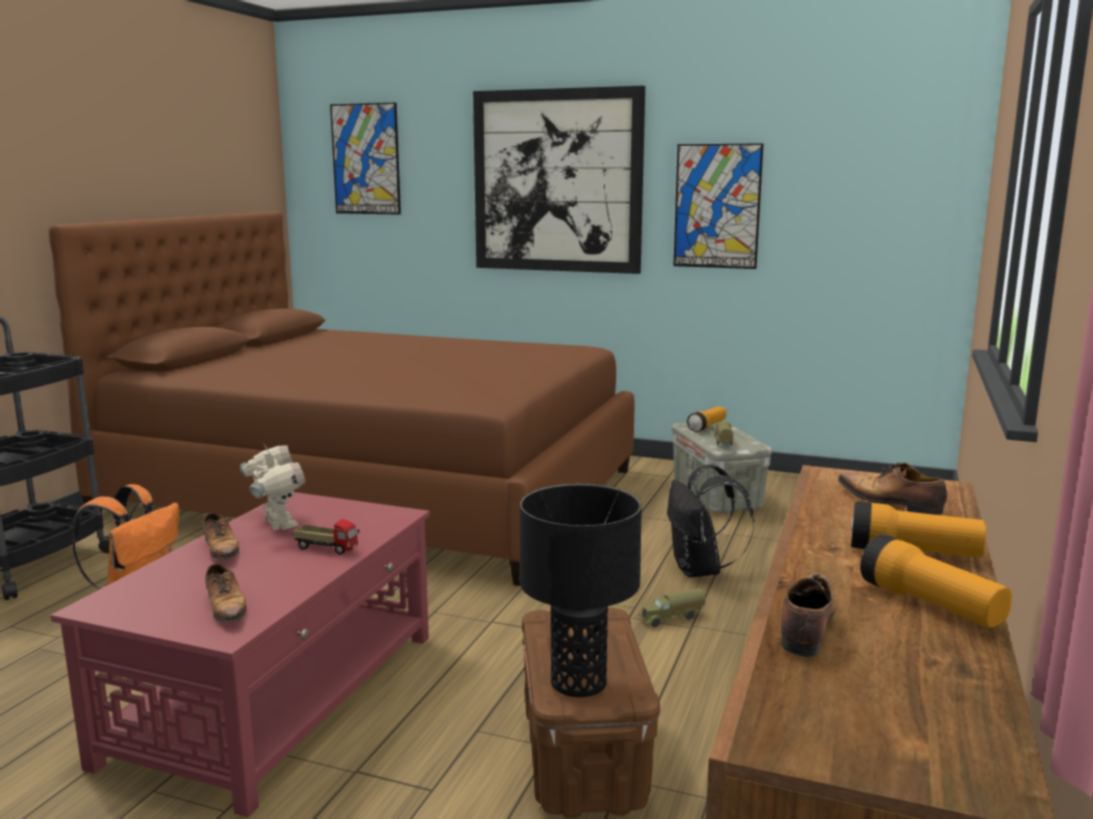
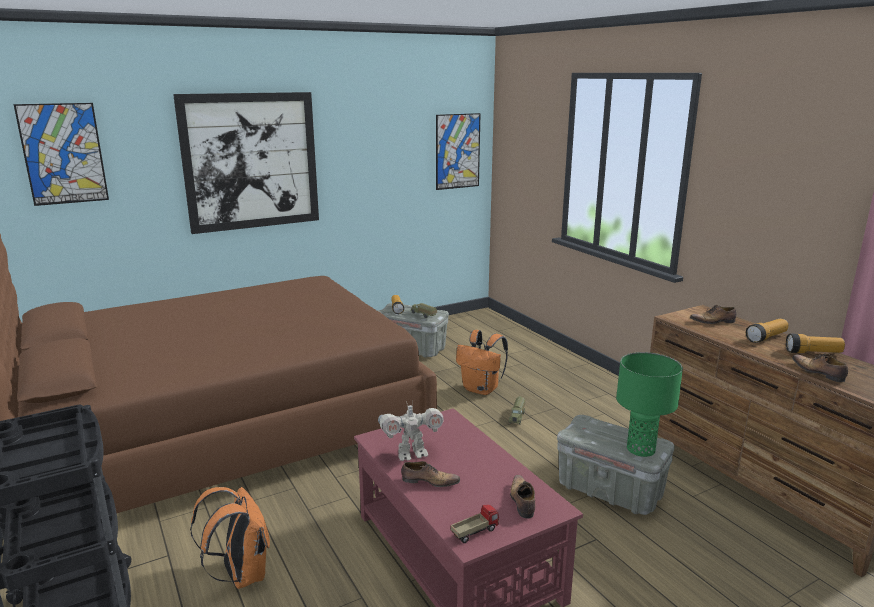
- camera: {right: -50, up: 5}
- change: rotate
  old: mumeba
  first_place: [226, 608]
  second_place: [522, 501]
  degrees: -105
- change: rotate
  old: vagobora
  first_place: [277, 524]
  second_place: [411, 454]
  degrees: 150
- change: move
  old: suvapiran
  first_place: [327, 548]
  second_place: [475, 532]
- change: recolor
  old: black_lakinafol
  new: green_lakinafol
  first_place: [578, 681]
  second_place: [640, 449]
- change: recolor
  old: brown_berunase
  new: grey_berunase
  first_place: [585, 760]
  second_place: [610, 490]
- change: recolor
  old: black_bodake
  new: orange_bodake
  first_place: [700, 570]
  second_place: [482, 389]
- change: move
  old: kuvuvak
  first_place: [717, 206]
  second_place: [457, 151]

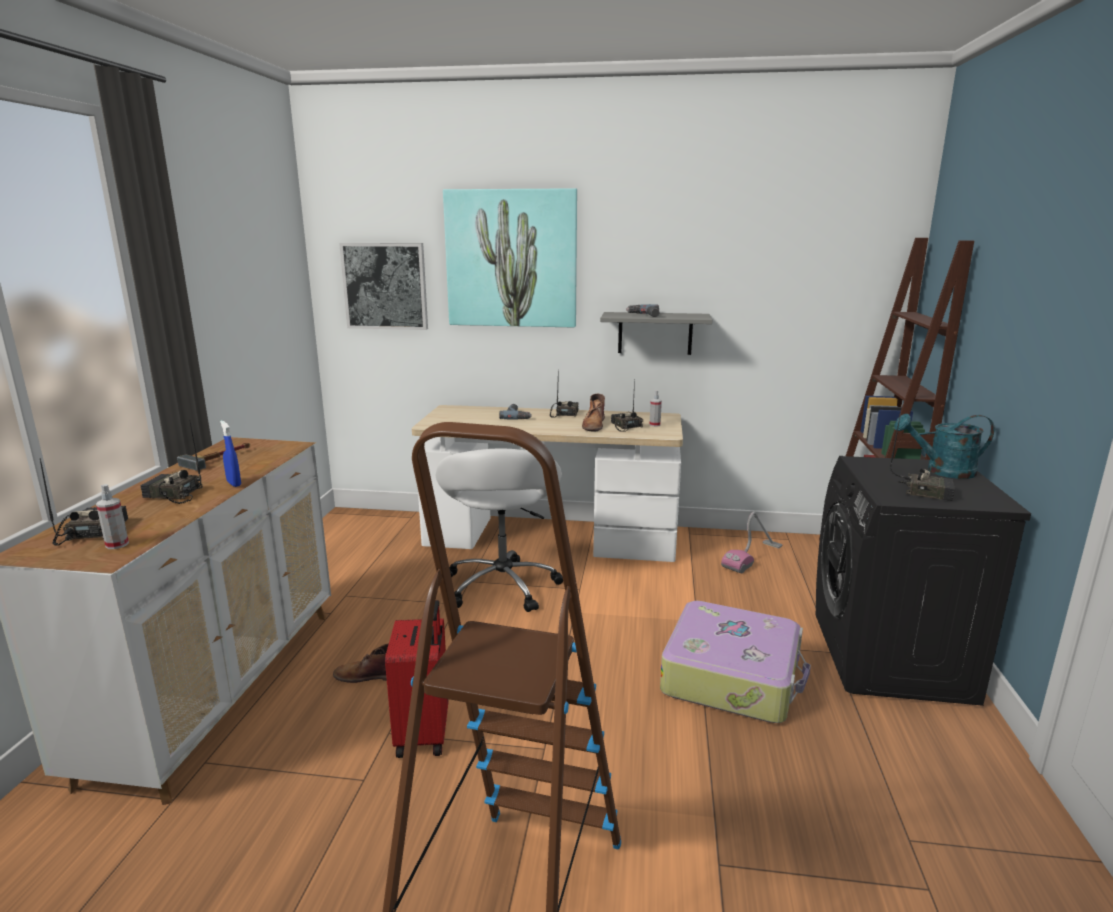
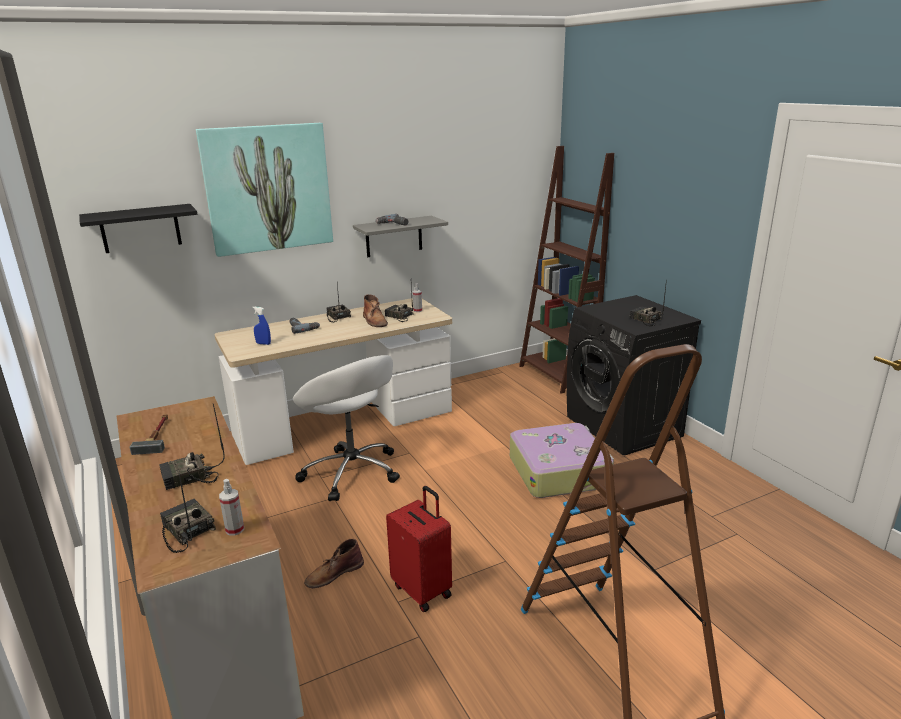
- camera: {right: -35, up: 5}
- change: move
  old: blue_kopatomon
  first_place: [234, 483]
  second_place: [263, 343]
- change: replace
  old: kuvuvak
  new: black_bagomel
  first_place: [385, 286]
  second_place: [140, 228]
- change: delete
  old: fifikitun
  first_place: [752, 557]
- change: rotate
  old: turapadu
  first_place: [926, 491]
  second_place: [645, 320]
  degrees: -120
- change: delete
  old: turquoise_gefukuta
  first_place: [942, 471]

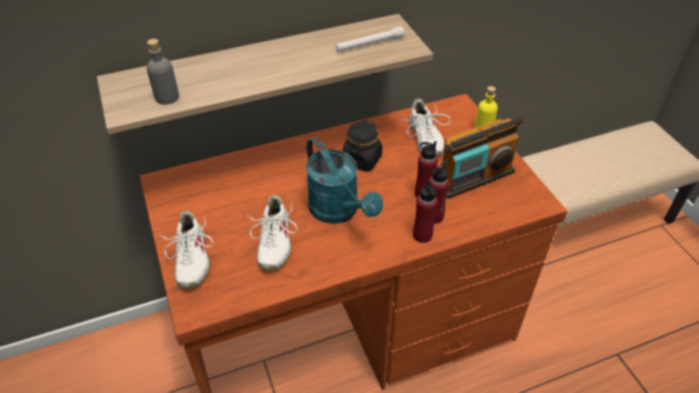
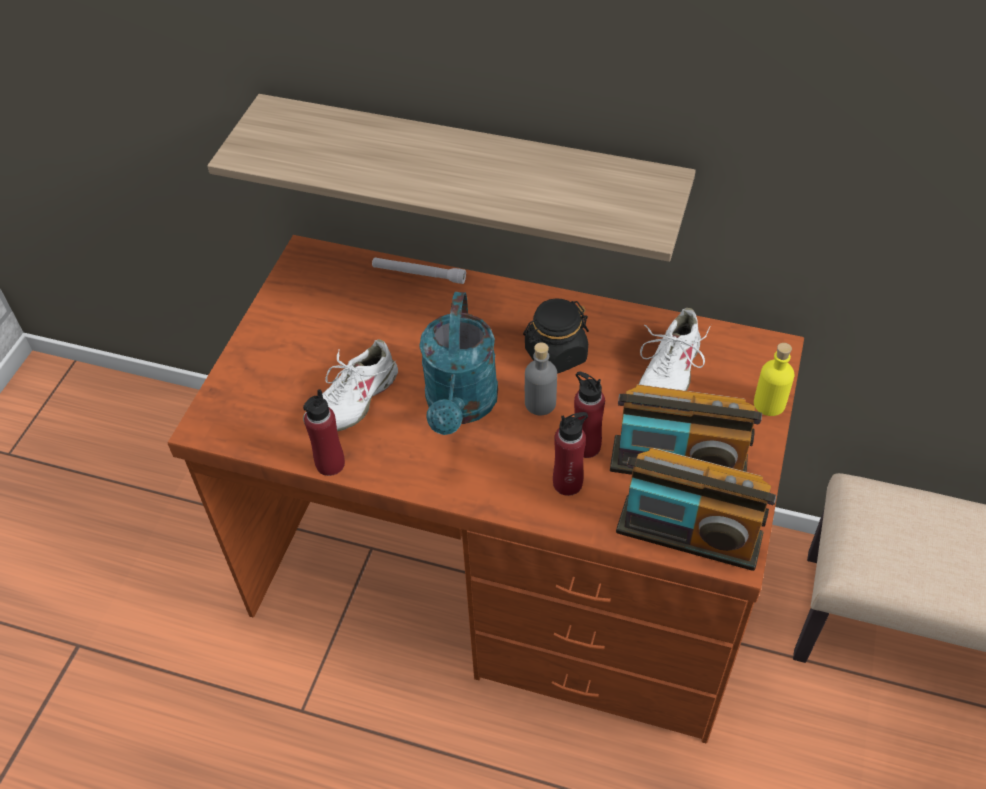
- camera: {right: 40, up: 5}
- change: move
  old: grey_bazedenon
  first_place: [167, 97]
  second_place: [540, 403]
- change: delete
  old: white_mumeba
  first_place: [191, 259]
- change: move
  old: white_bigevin
  first_place: [369, 44]
  second_place: [419, 274]
- change: move
  old: red_bazedenon
  first_place: [422, 235]
  second_place: [330, 464]
- change: insert
  new: turapadu
  second_place: [689, 534]

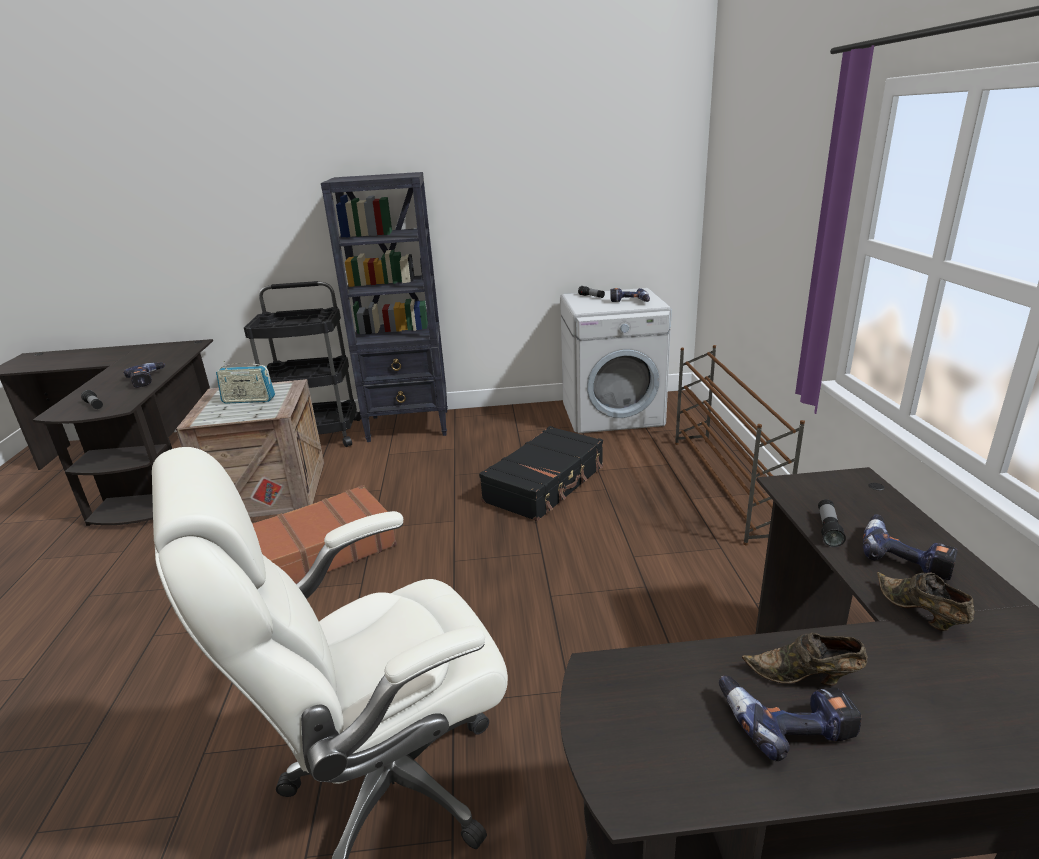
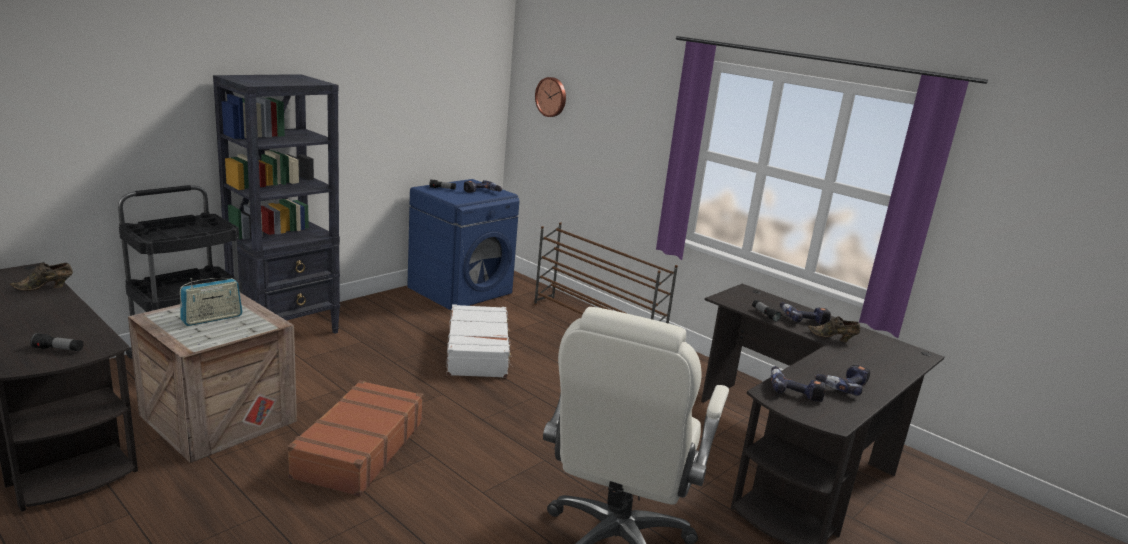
- camera: {right: -45, up: -5}
- change: move
  old: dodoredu
  first_place: [148, 380]
  second_place: [795, 390]
- change: recolor
  old: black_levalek
  new: white_levalek
  first_place: [545, 484]
  second_place: [478, 352]
- change: recolor
  old: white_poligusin
  new: blue_poligusin
  first_place: [614, 414]
  second_place: [463, 290]
- change: move
  old: brown_mumeba
  first_place: [804, 677]
  second_place: [46, 287]
- change: insert
  new: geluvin
  second_place: [551, 97]

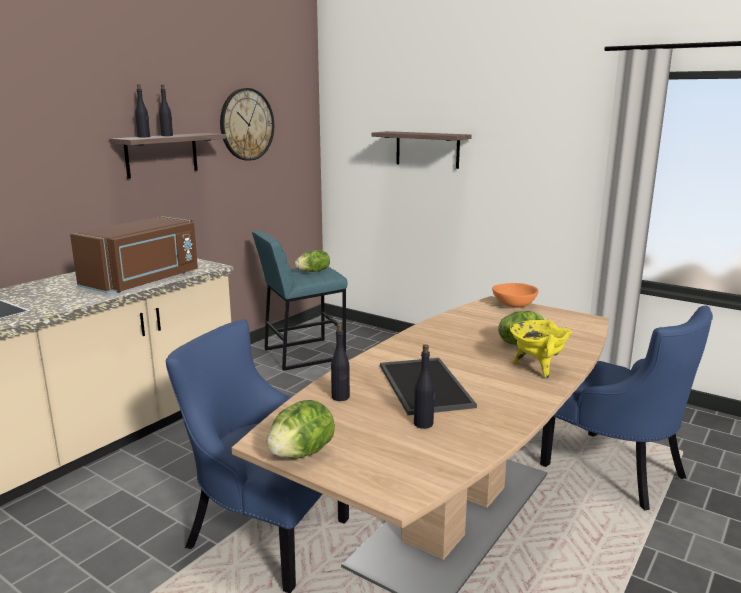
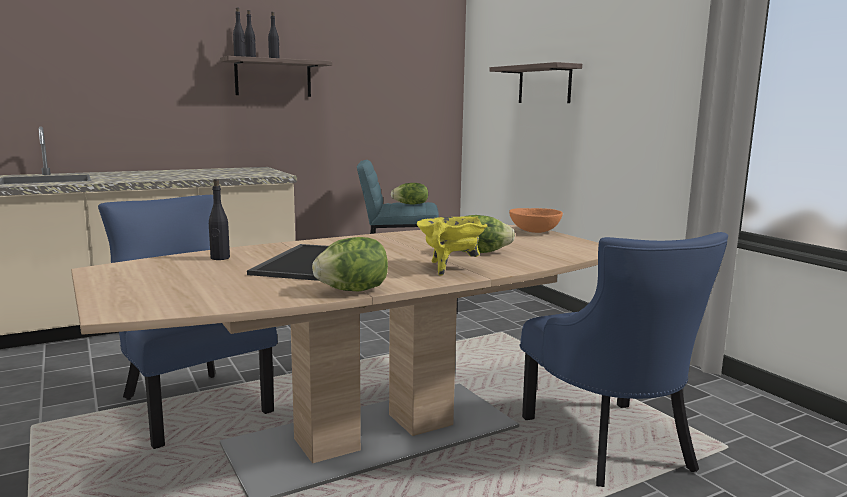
- camera: {right: 25, up: -5}
- change: delete
  old: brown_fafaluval
  first_place: [144, 281]
- change: delete
  old: geluvin
  first_place: [246, 124]
- change: move
  old: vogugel
  first_place: [301, 453]
  second_place: [352, 290]
- change: move
  old: black_bazedenon
  first_place: [423, 424]
  second_place: [239, 56]

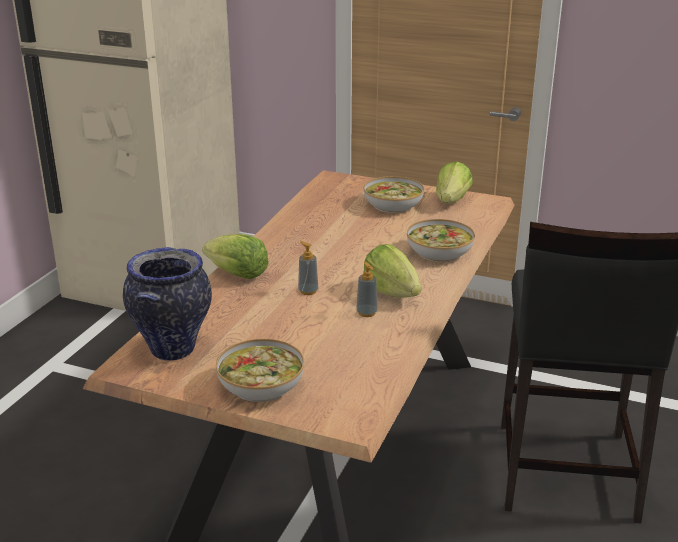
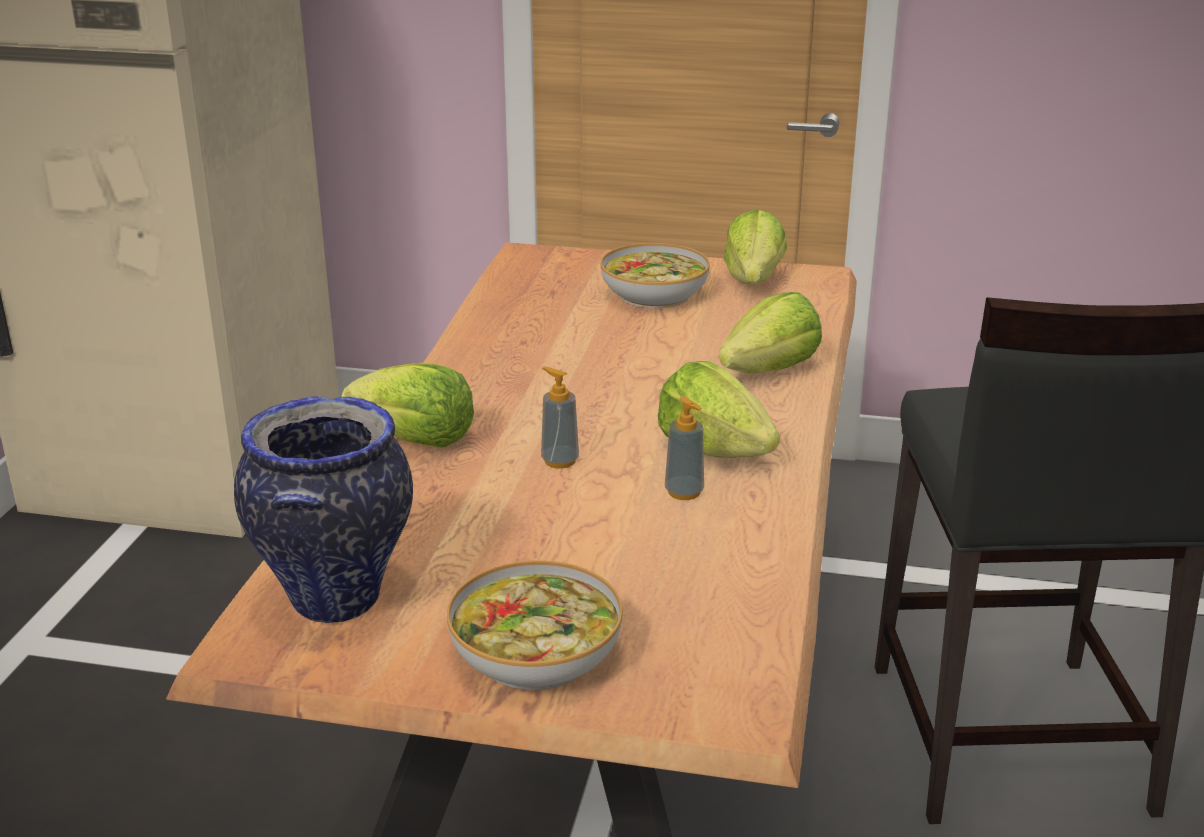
- camera: {right: -10, up: 0}
- change: replace
  old: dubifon
  new: vogugel
  first_place: [440, 252]
  second_place: [770, 370]

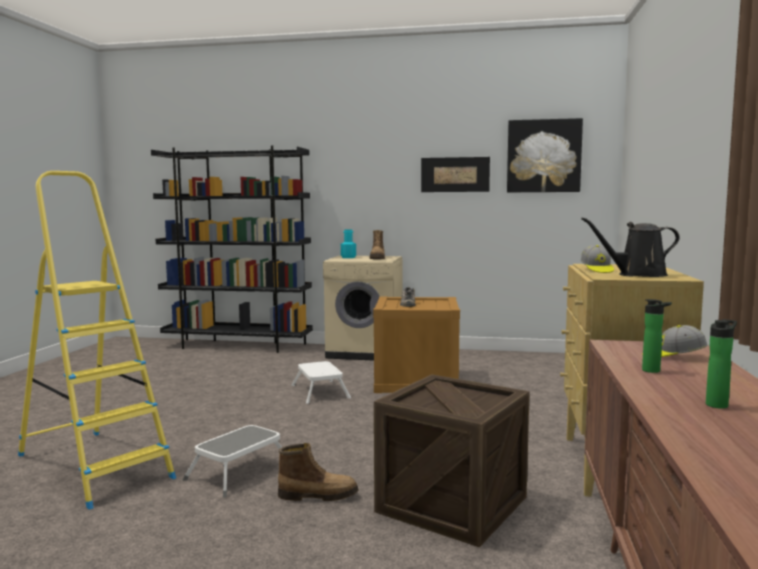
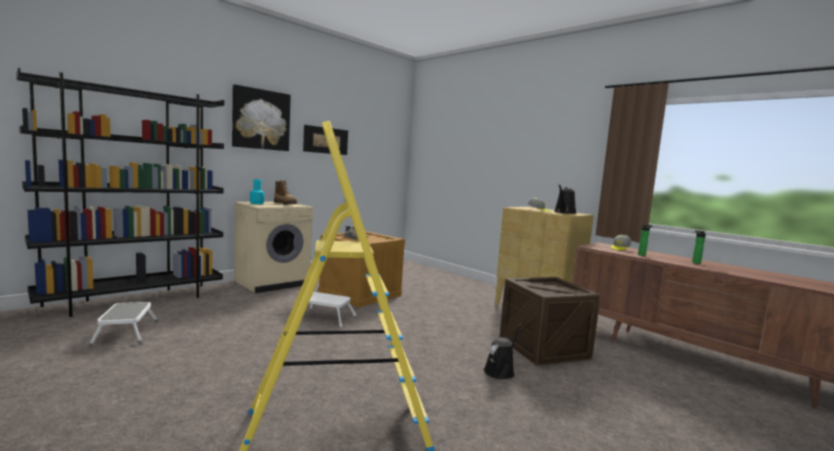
- camera: {right: -55, up: 0}
- change: move
  old: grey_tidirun
  first_place: [239, 472]
  second_place: [125, 333]
- change: replace
  old: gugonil
  new: black_gefukuta
  first_place: [318, 495]
  second_place: [500, 371]
- change: move
  old: kuvuvak
  first_place: [543, 156]
  second_place: [261, 119]

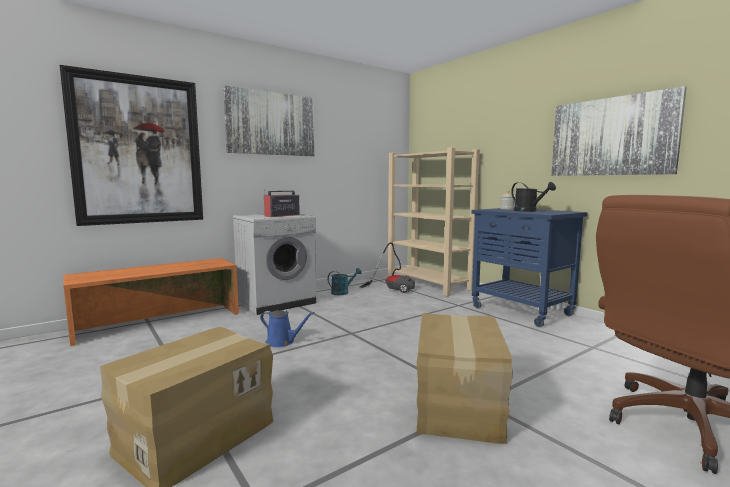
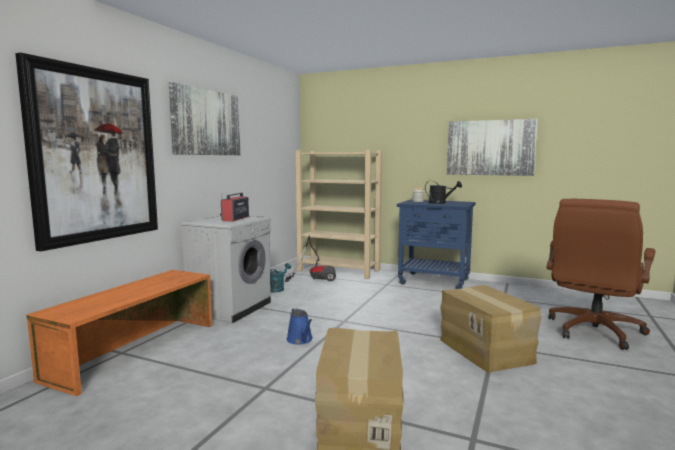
- camera: {right: -30, up: 0}
- change: rotate
  old: blue_gefukuta
  first_place: [282, 342]
  second_place: [300, 340]
  degrees: 75

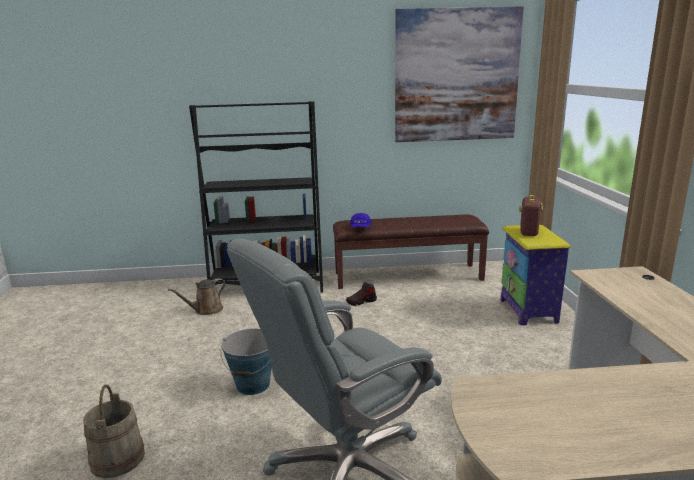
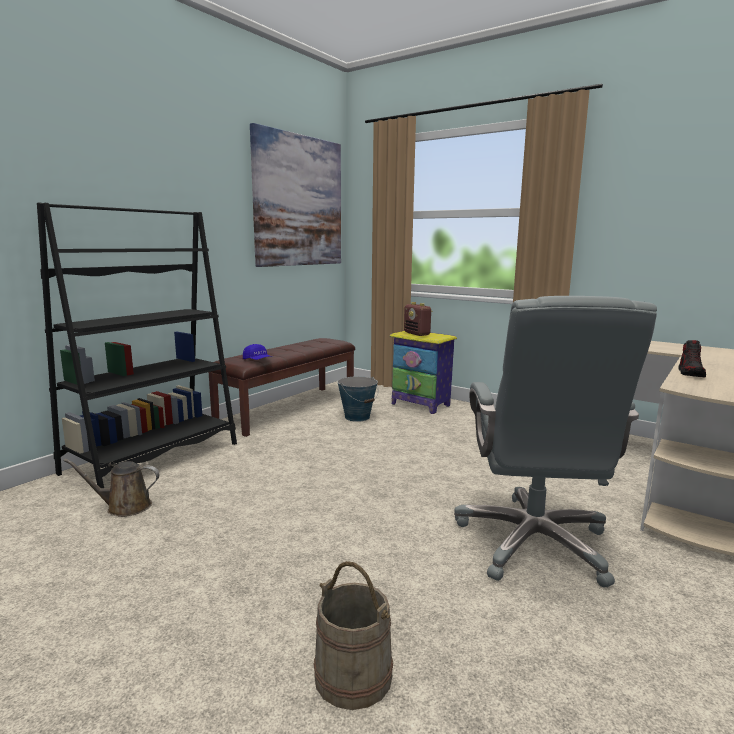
- camera: {right: -50, up: -5}
- change: rotate
  old: brown_gefukuta
  first_place: [206, 310]
  second_place: [124, 507]
  degrees: 90
- change: move
  old: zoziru
  first_place: [253, 385]
  second_place: [357, 417]
- change: move
  old: mumeba
  first_place: [361, 302]
  second_place: [691, 373]

